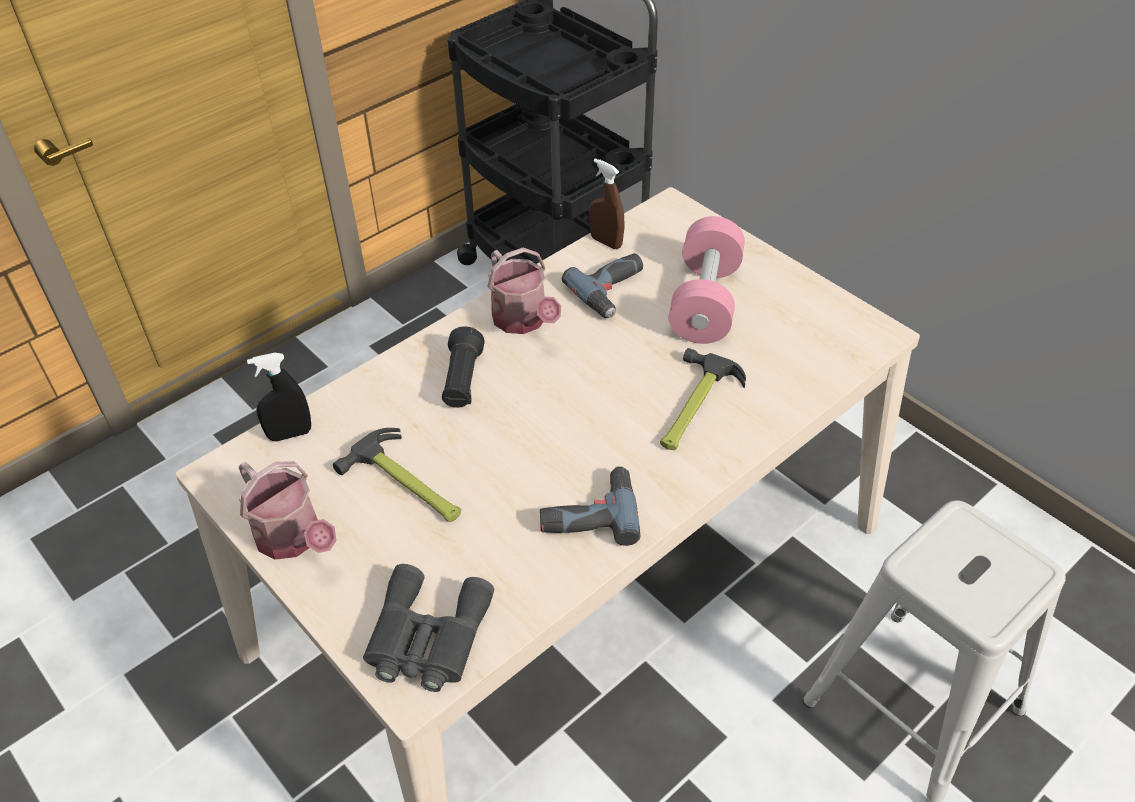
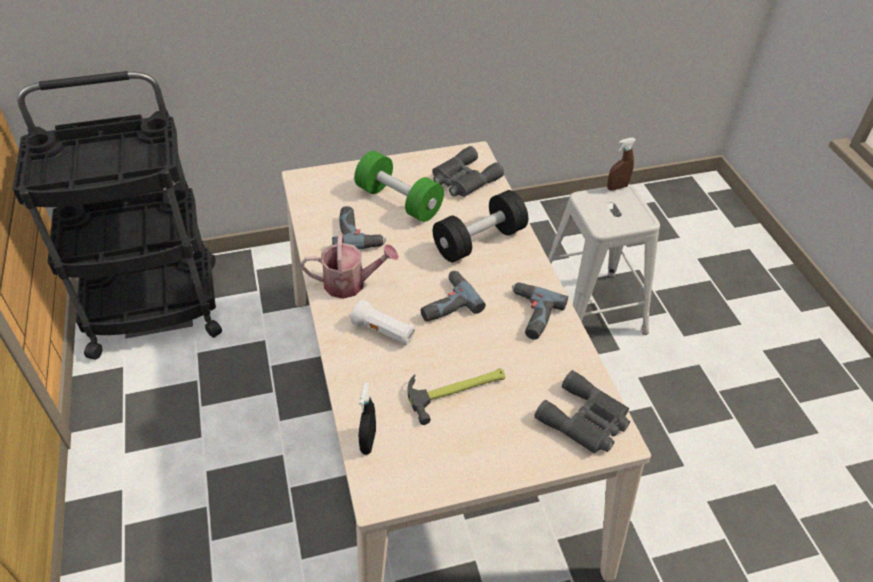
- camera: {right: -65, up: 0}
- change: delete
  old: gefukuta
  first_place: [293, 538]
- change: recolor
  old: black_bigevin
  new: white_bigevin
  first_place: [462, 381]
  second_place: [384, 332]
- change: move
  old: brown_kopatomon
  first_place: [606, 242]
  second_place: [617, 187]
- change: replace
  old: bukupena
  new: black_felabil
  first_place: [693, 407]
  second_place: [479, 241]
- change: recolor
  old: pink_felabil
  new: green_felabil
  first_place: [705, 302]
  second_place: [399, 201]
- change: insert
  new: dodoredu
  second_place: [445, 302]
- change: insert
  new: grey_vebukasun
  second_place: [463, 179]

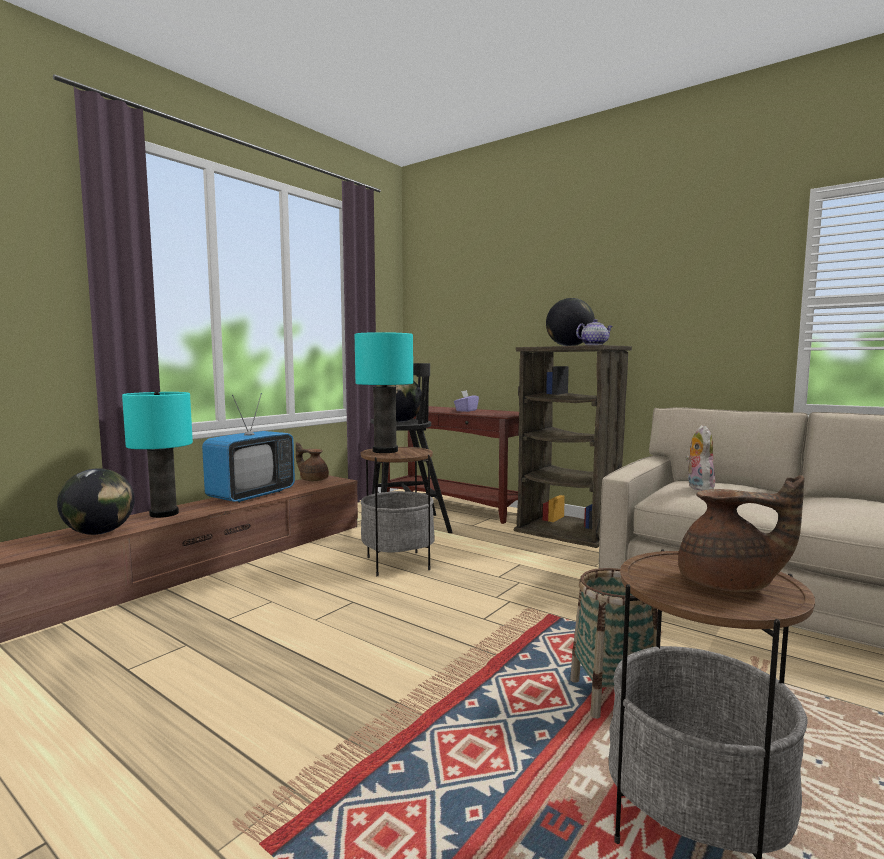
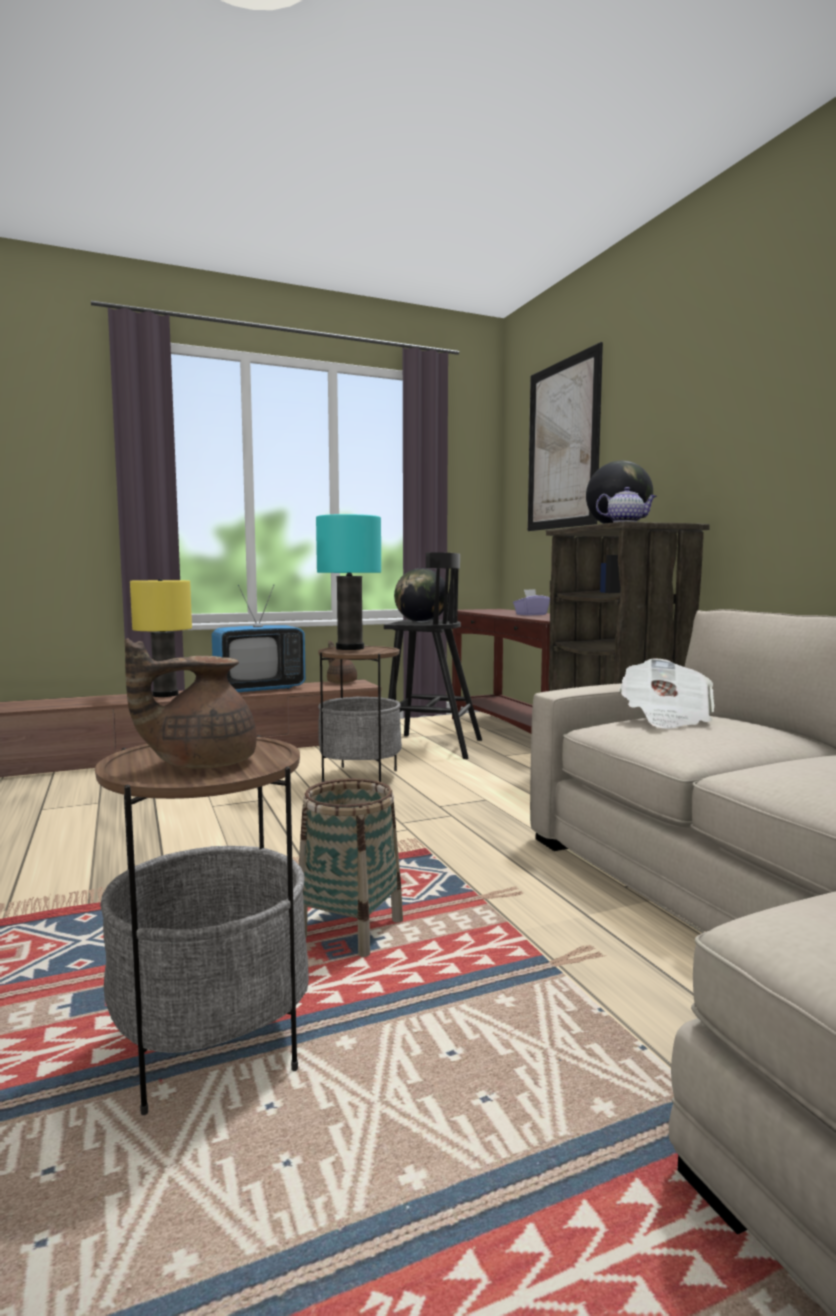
- camera: {right: 30, up: 0}
- change: delete
  old: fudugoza
  first_place: [99, 533]
- change: recolor
  old: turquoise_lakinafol
  new: yellow_lakinafol
  first_place: [163, 514]
  second_place: [165, 695]
- change: rotate
  old: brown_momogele
  first_place: [729, 585]
  second_place: [201, 763]
  degrees: 105
- change: replace
  old: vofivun
  new: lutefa
  first_place: [698, 487]
  second_place: [665, 719]
- change: insert
  new: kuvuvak
  second_place: [562, 445]

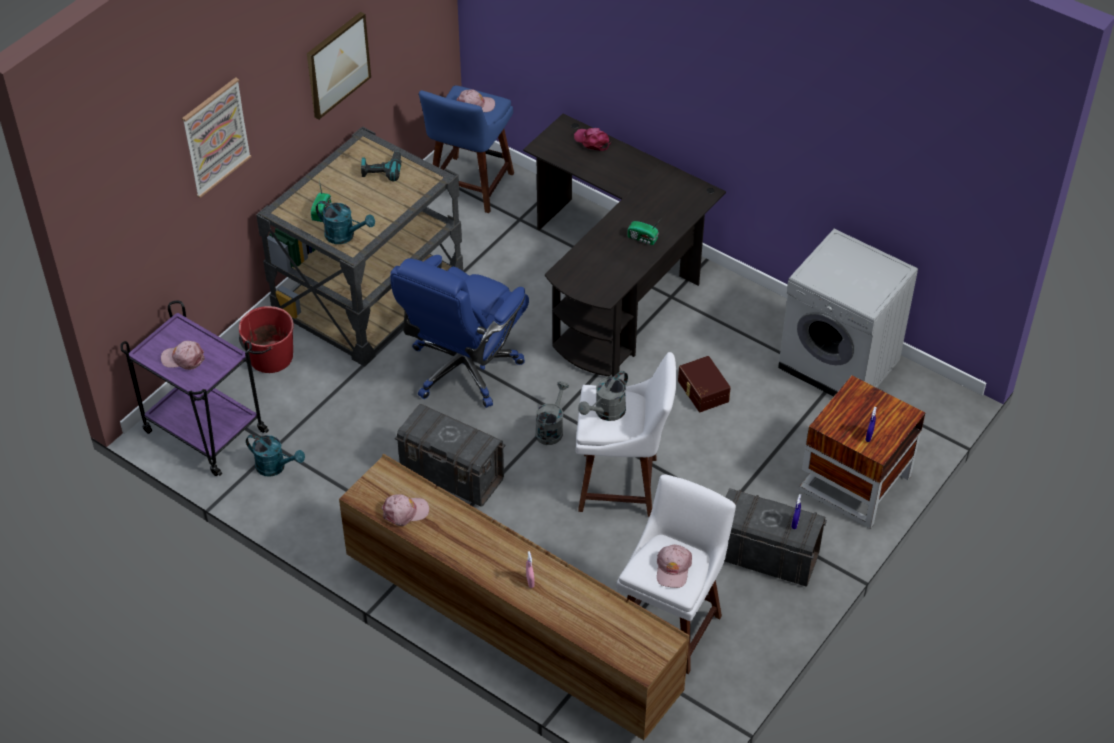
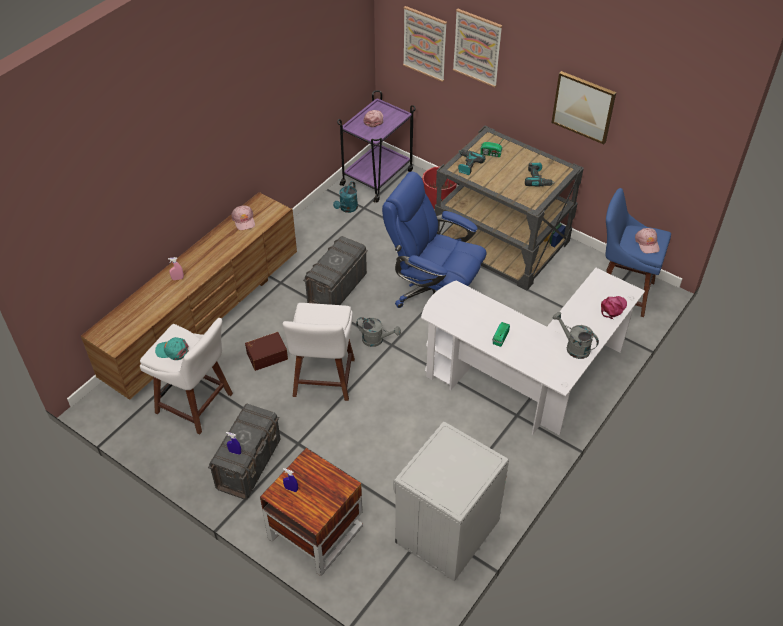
- camera: {right: 90, up: 0}
- change: replace
  old: turquoise_gefukuta
  new: dodoredu
  first_place: [345, 236]
  second_place: [467, 165]
- change: recolor
  old: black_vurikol
  new: white_vurikol
  first_place: [618, 283]
  second_place: [528, 381]
- change: move
  old: grey_gefukuta
  first_place: [606, 413]
  second_place: [573, 347]
- change: recolor
  old: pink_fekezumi
  new: turquoise_fekezumi
  first_place: [673, 569]
  second_place: [172, 351]
- change: move
  old: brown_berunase
  first_place: [702, 391]
  second_place: [266, 355]
- change: insert
  new: kuvuvak
  second_place: [425, 43]

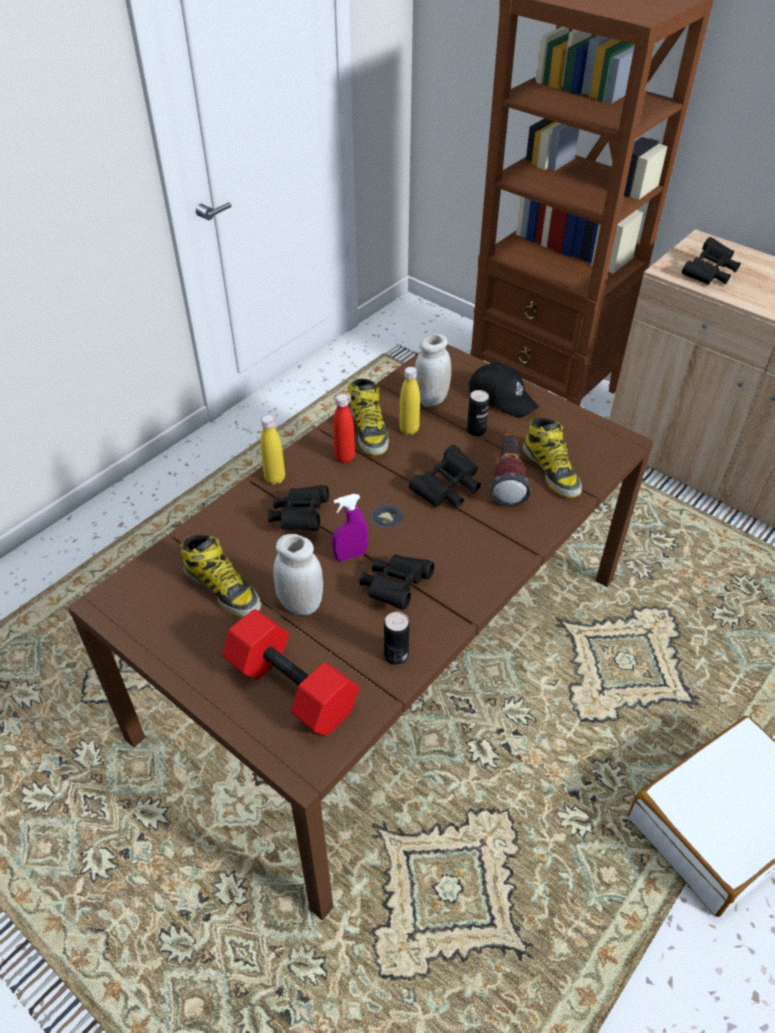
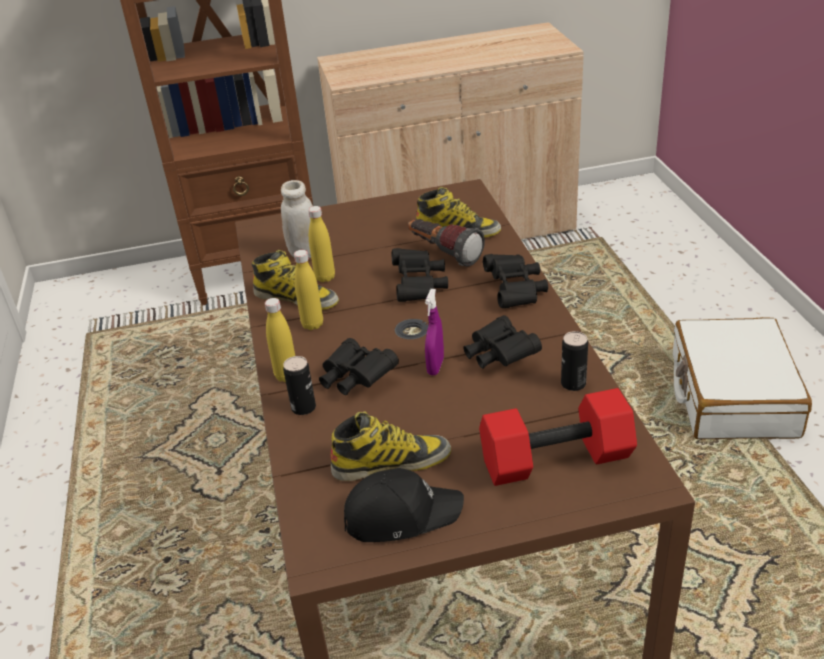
- camera: {right: -50, up: -10}
- change: delete
  old: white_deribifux
  first_place: [301, 604]
- change: recolor
  old: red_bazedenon
  new: yellow_bazedenon
  first_place: [344, 457]
  second_place: [312, 324]
- change: move
  old: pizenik
  first_place: [476, 430]
  second_place: [303, 408]
- change: move
  old: black_fekezumi
  first_place: [502, 397]
  second_place: [401, 514]
- change: move
  old: black_vebukasun
  first_place: [709, 274]
  second_place: [516, 291]

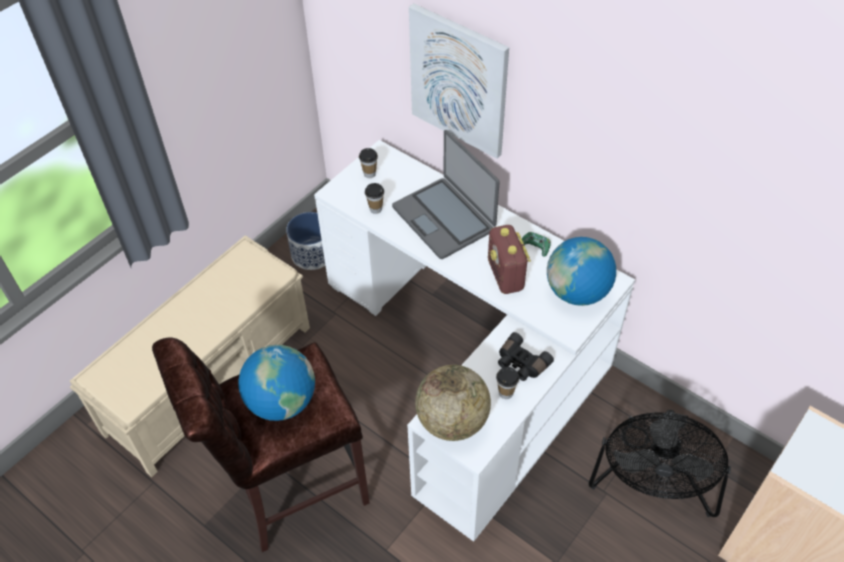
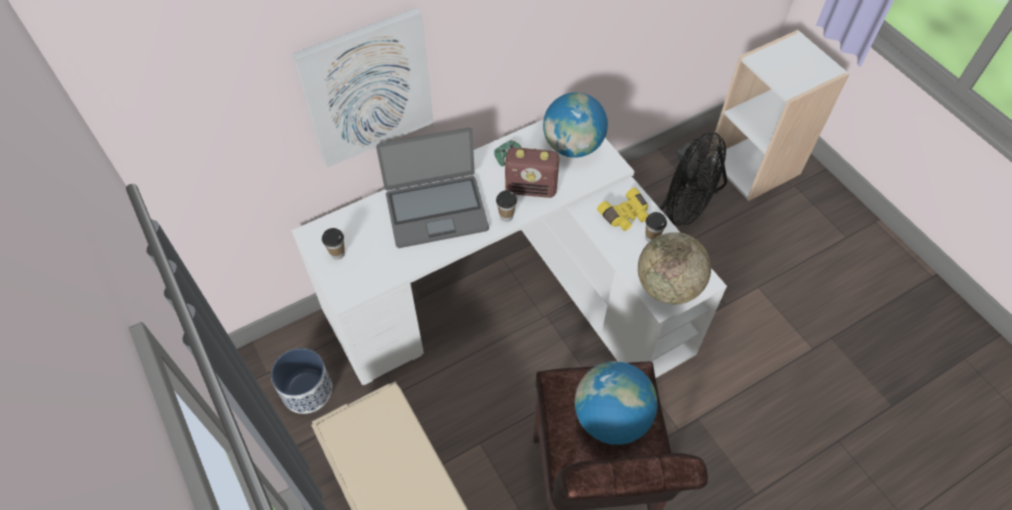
- camera: {right: -70, up: 5}
- change: move
  old: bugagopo
  first_place: [375, 209]
  second_place: [506, 216]
- change: recolor
  old: black_vebukasun
  new: yellow_vebukasun
  first_place: [521, 363]
  second_place: [625, 216]

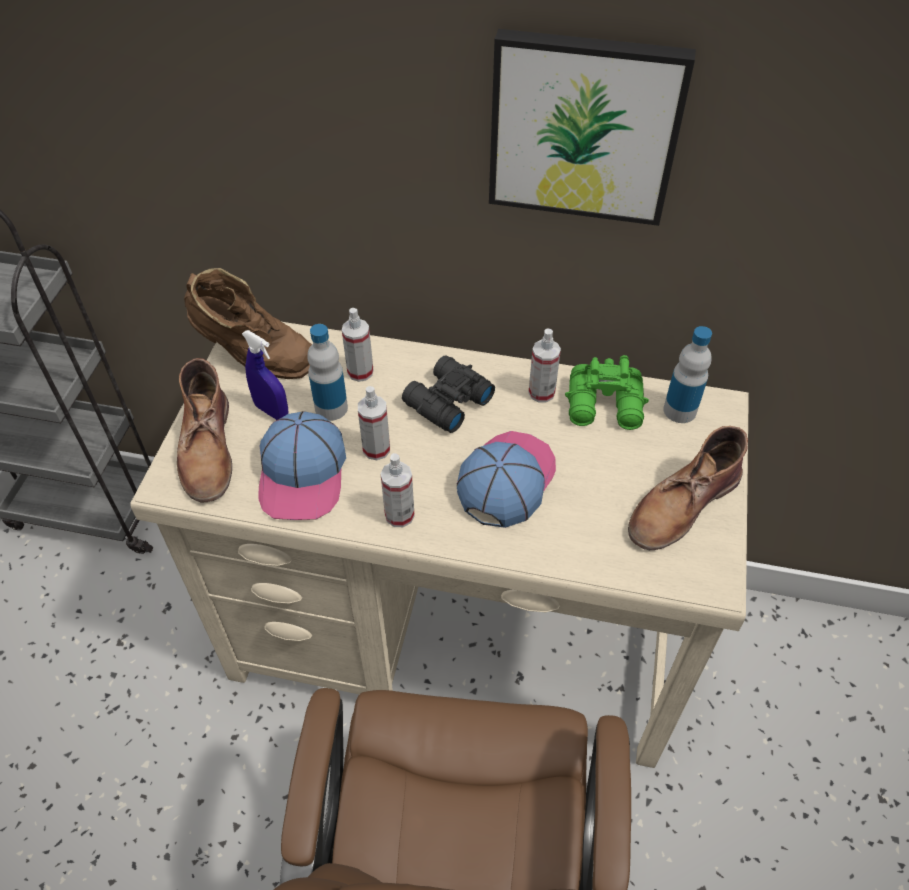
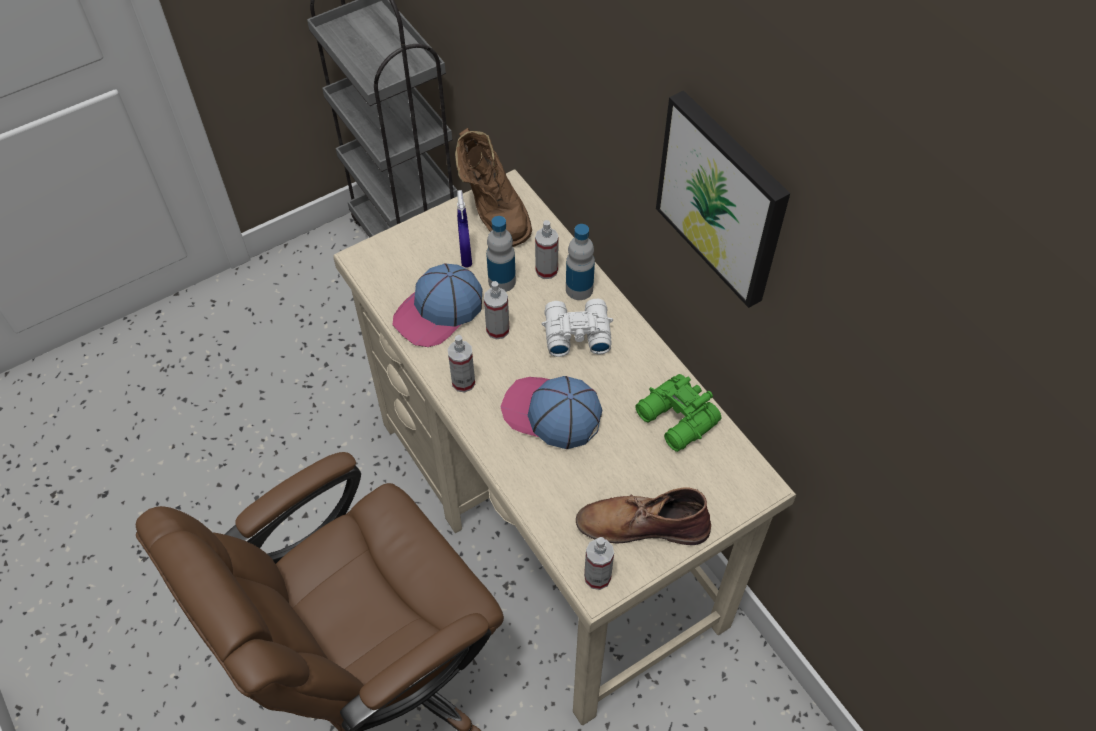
- camera: {right: 45, up: 5}
- change: delete
  old: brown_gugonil
  first_place: [207, 449]
- change: recolor
  old: black_vebukasun
  new: white_vebukasun
  first_place: [446, 402]
  second_place: [575, 332]
- change: rotate
  old: fekezumi
  first_place: [506, 480]
  second_place: [551, 413]
  degrees: -135
- change: move
  old: kopatomon
  first_place: [541, 392]
  second_place: [597, 577]
- change: move
  old: bazedenon
  first_place: [679, 410]
  second_place: [579, 289]

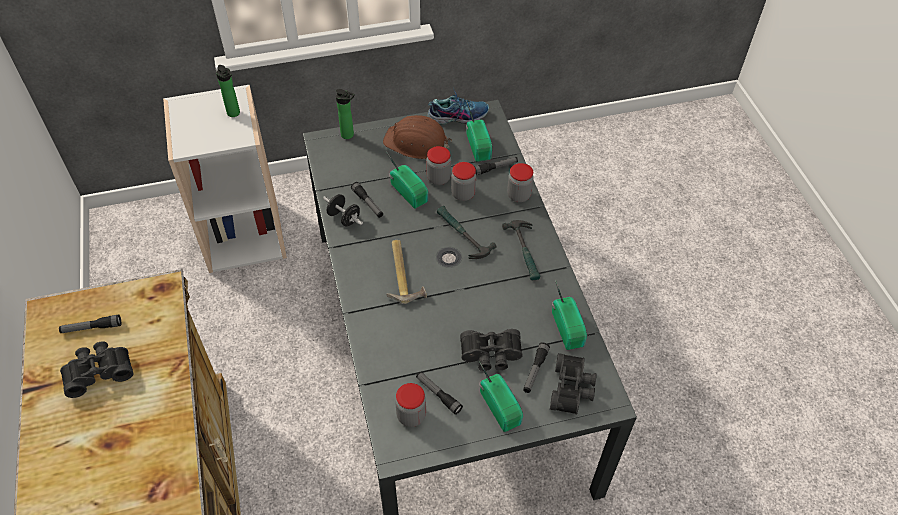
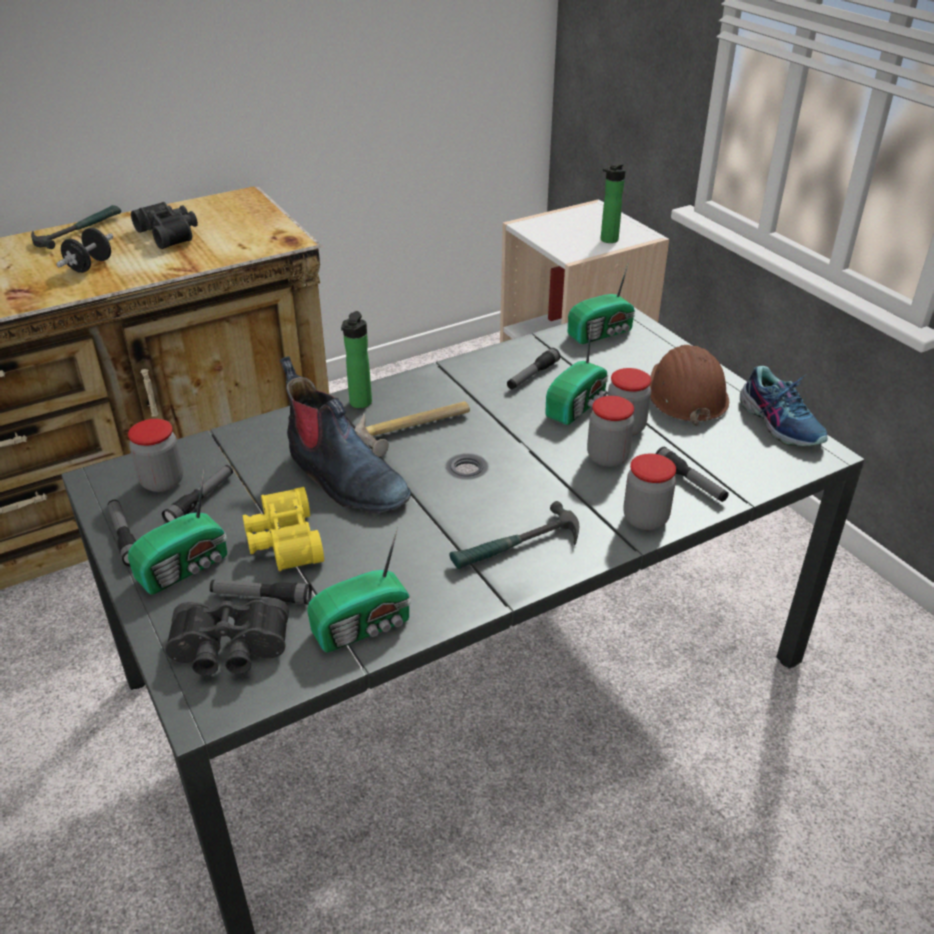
- camera: {right: 75, up: -15}
- change: move
  old: bigevin
  first_place: [92, 328]
  second_place: [124, 537]
- change: move
  old: black_felabil
  first_place: [344, 218]
  second_place: [90, 266]
- change: move
  old: bazedenon
  first_place: [349, 135]
  second_place: [359, 404]
- change: move
  old: bukupena
  first_place: [461, 235]
  second_place: [78, 231]
- change: recolor
  old: black_vebukasun
  new: yellow_vebukasun
  first_place: [491, 355]
  second_place: [282, 541]
- change: move
  old: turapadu
  first_place: [479, 146]
  second_place: [602, 333]
- change: insert
  new: gugonil
  second_place: [343, 478]

